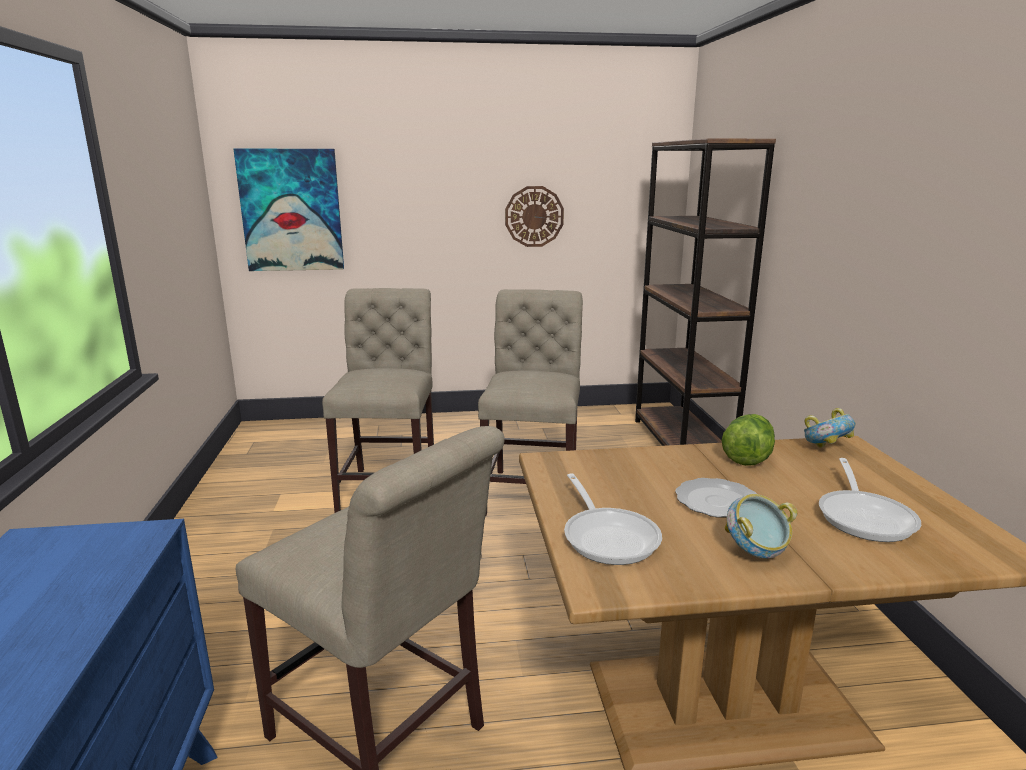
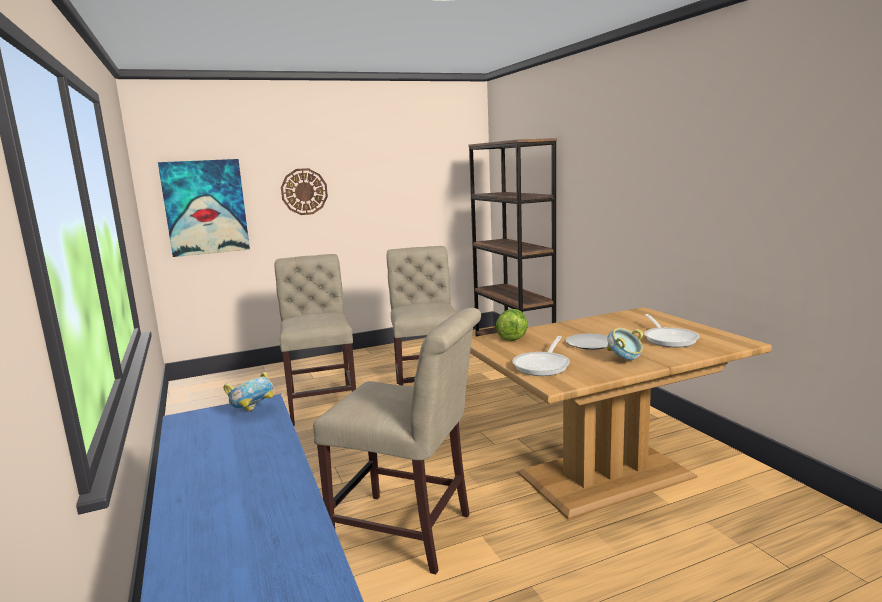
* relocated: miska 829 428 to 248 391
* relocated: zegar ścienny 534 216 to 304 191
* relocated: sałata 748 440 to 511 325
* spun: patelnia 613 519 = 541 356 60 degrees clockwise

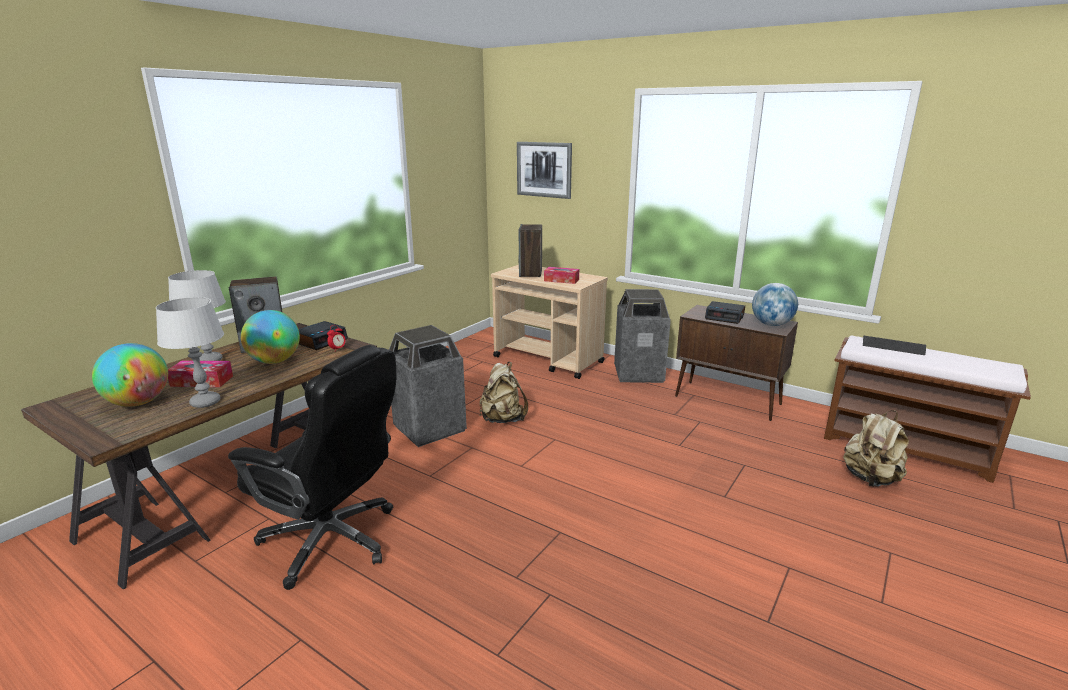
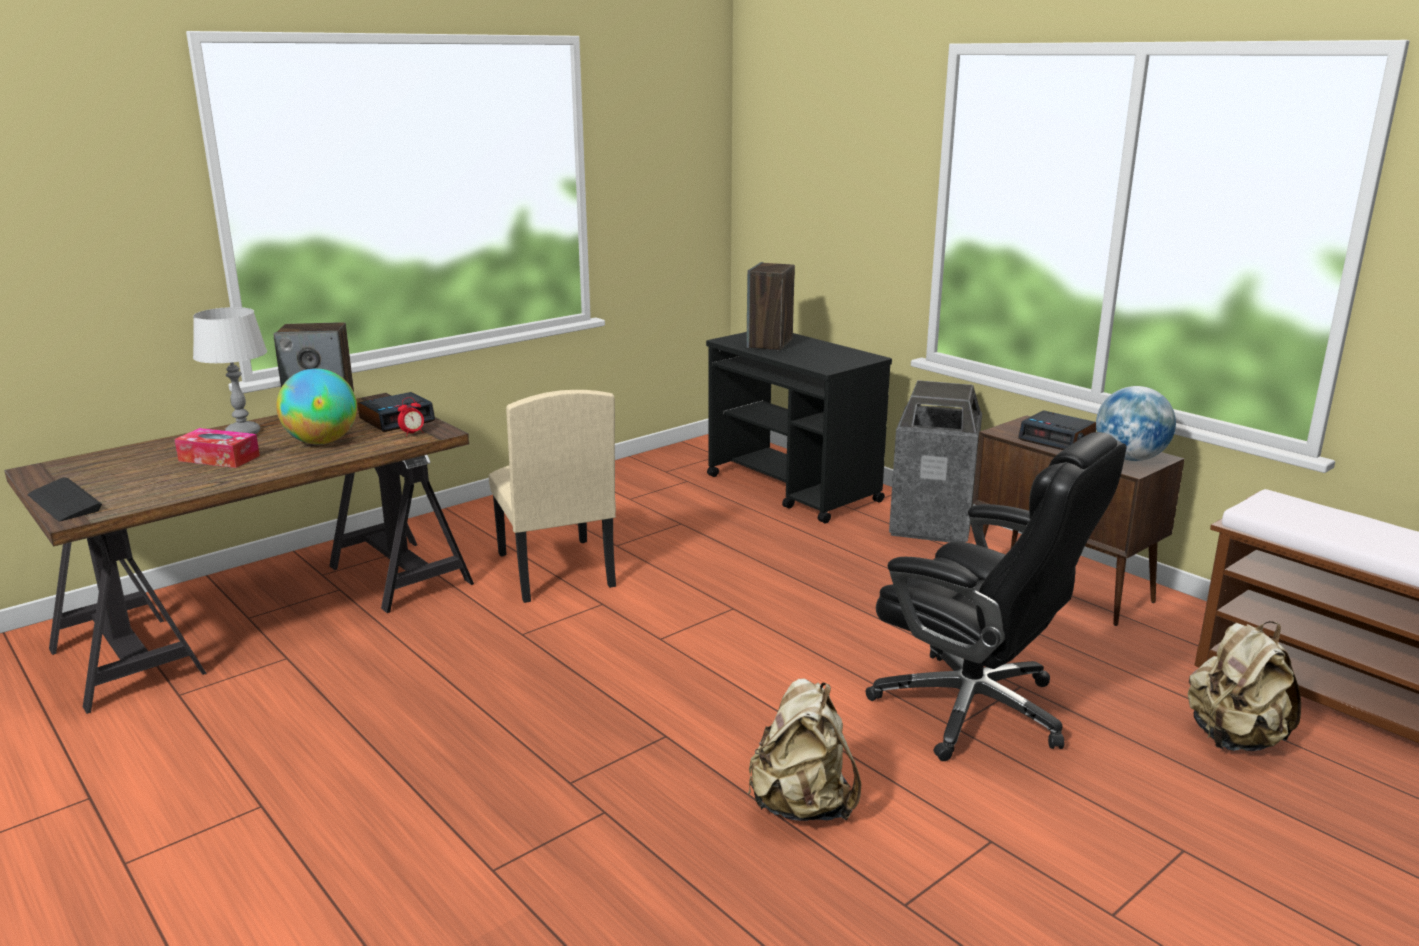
* relocated: klawiatura 894 345 to 65 499
* exchanged: kosz na śmieci 428 386 to krzesło/beżowy 552 496
* colour: wózek/beżowy 549 322 to wózek/czarny 799 428
* relocated: plecak/beżowy 504 392 to 804 749
* relocated: krzesło biurowe/czarny 312 467 to 996 596
* missing: globus 130 375
* missing: lampa stołowa/szary 190 352
* missing: obraz 544 170
* missing: pudełko chusteczek 561 275

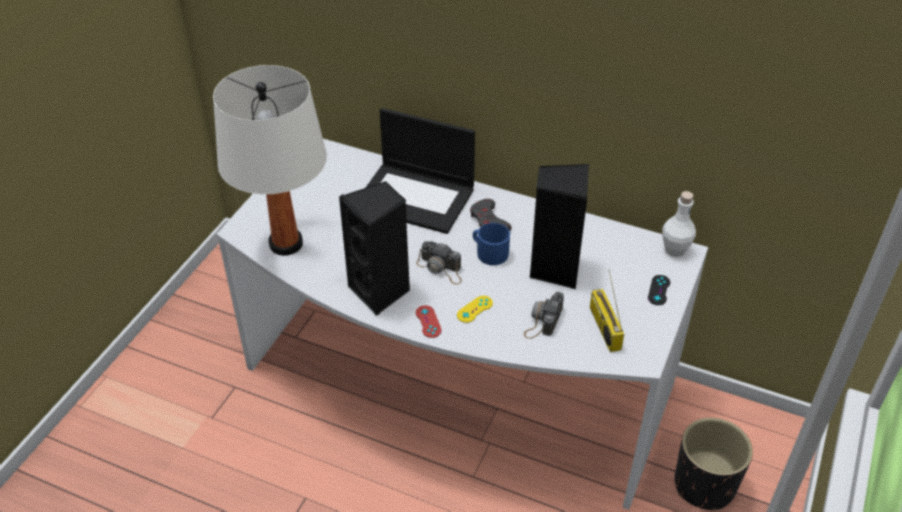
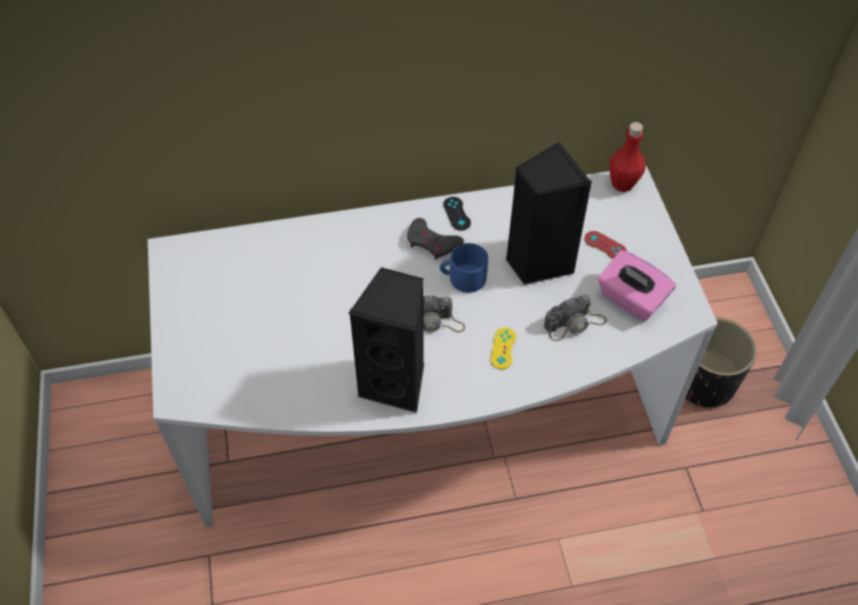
* relocated: pad do gier/czarny 659 290 to 457 214
* spun: aparat fotograficzny 544 315 = 575 318 105 degrees counterclockwise
* relocated: pad do gier/czerwony 429 321 to 605 245
* exchanged: radio 607 310 to pudełko chusteczek/różowy 637 285
* colour: butelka/biały 679 224 to butelka/czerwony 627 157
* missing: lampa stołowa/biały 270 160
* missing: laptop 420 171

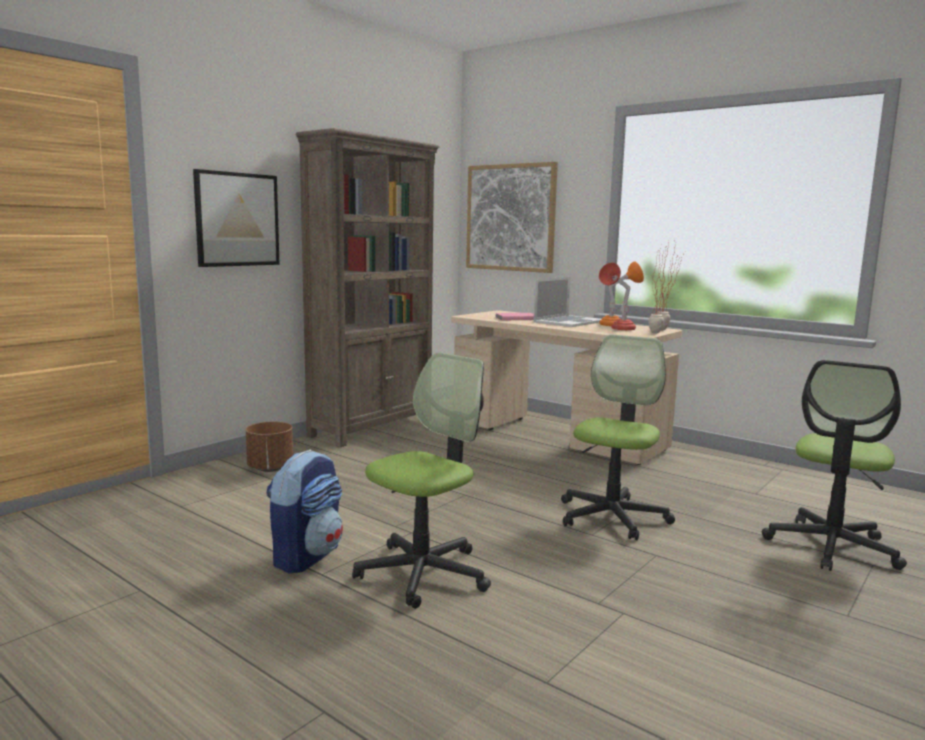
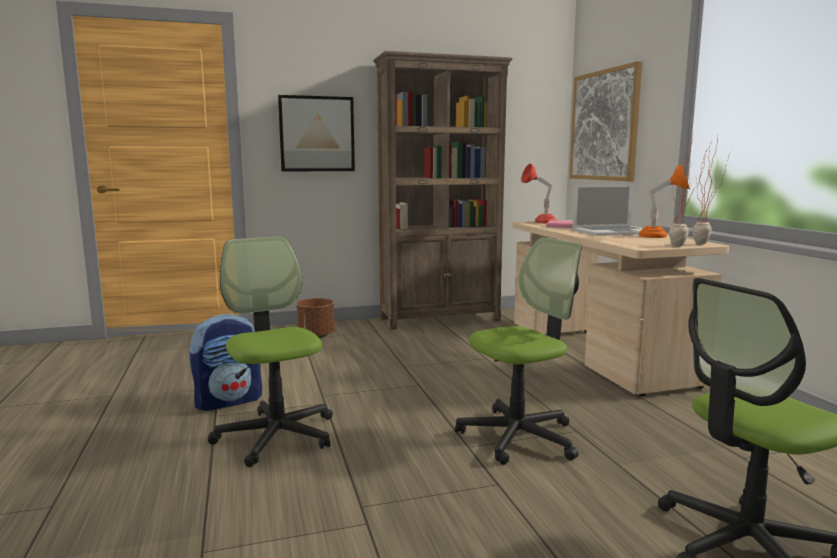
* spun: krzesło biurowe 421 480 = 270 351 105 degrees counterclockwise
* relocated: lampa stołowa/czerwony 617 296 to 539 193

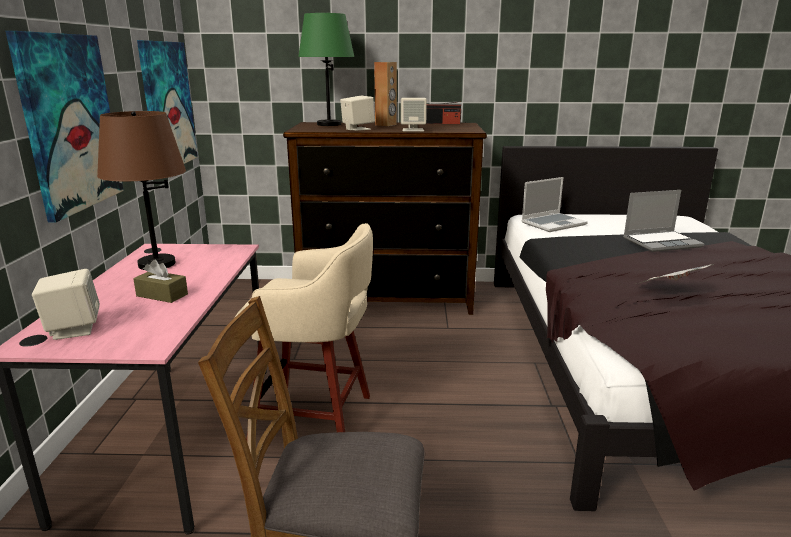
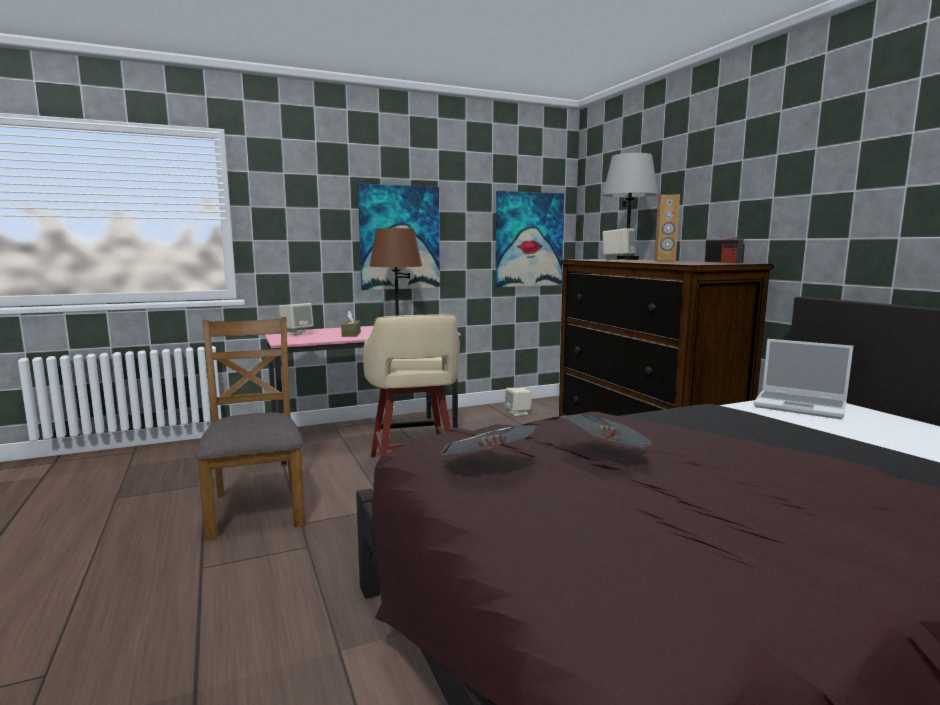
* appeared: gazeta 488 440
* relocated: głośnik/beżowy 414 114 to 518 402
* colour: lampa stołowa/zielony 326 69 to lampa stołowa/szary 630 206
* missing: laptop 664 221

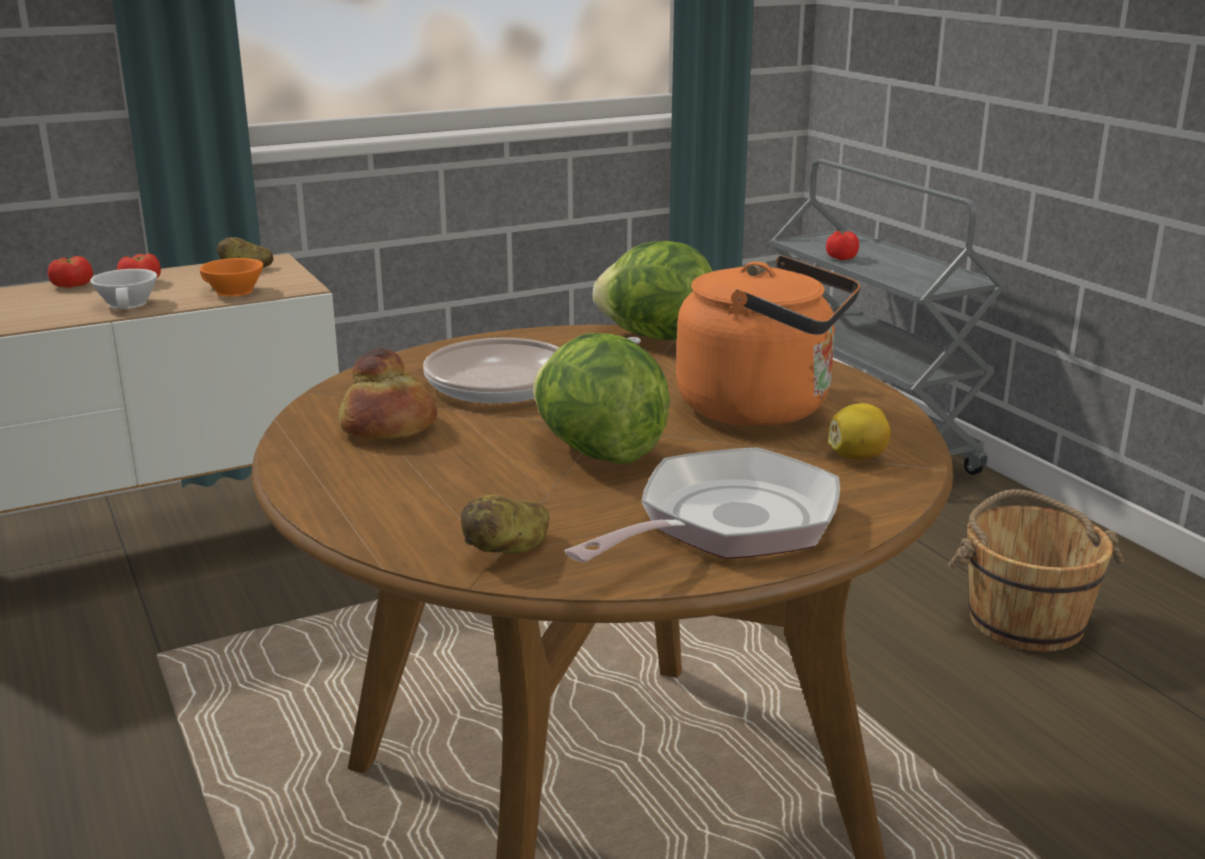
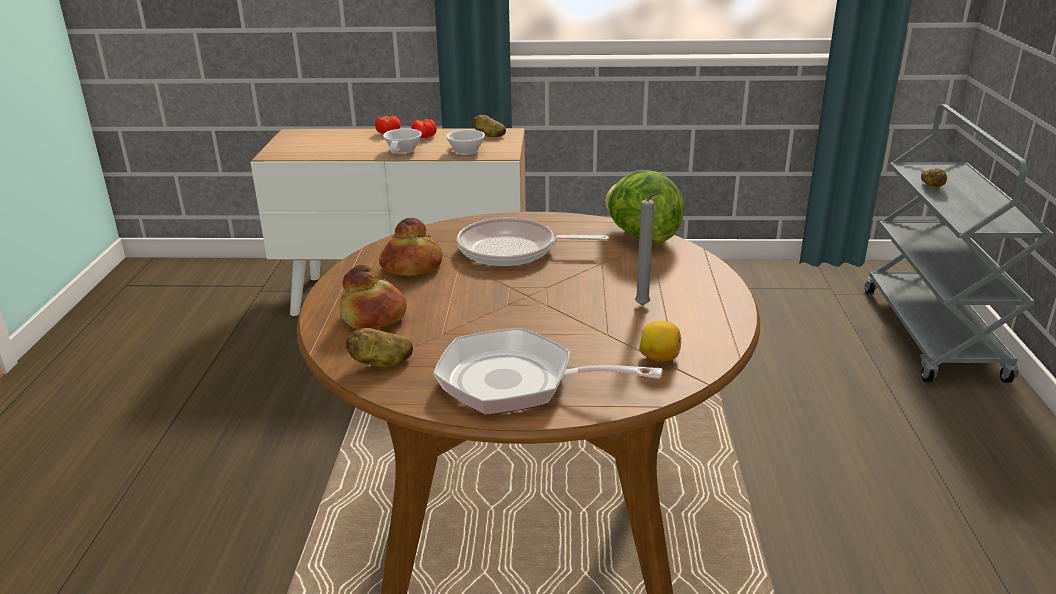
* appeared: chleb 373 297
* spun: patelnia 702 504 = 548 371 150 degrees counterclockwise
* colour: filiżanka/pomarańczowy 231 277 to filiżanka/biały 465 142
* exchanged: czajnik/pomarańczowy 768 340 to świeca/szary 647 249
* exchanged: pomidor 842 245 to ziemniak 934 178
* missing: sałata 601 398
* missing: wiadro/brązowy 1035 570

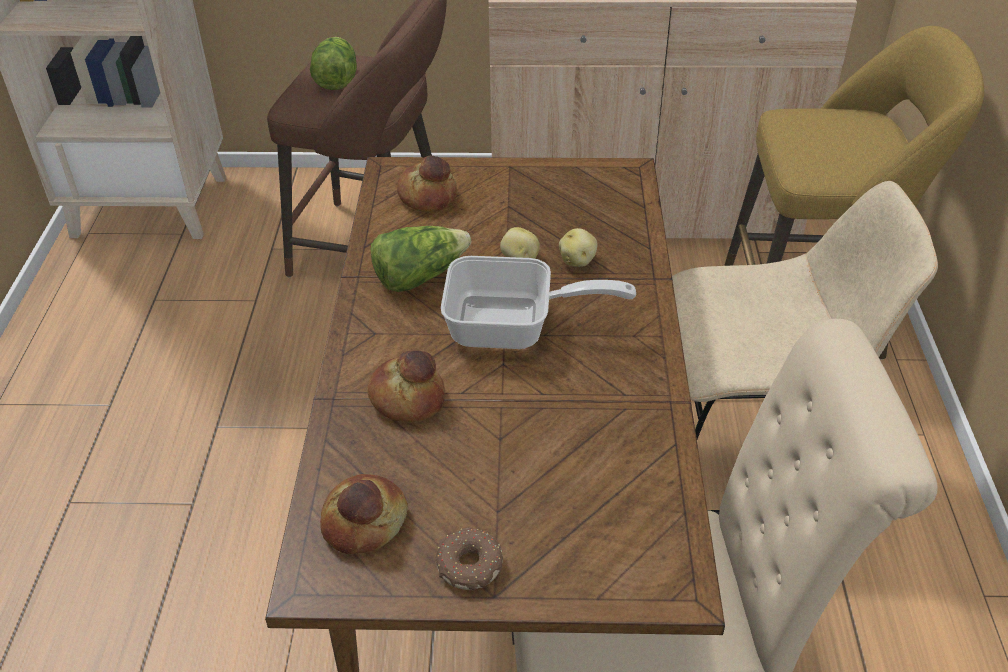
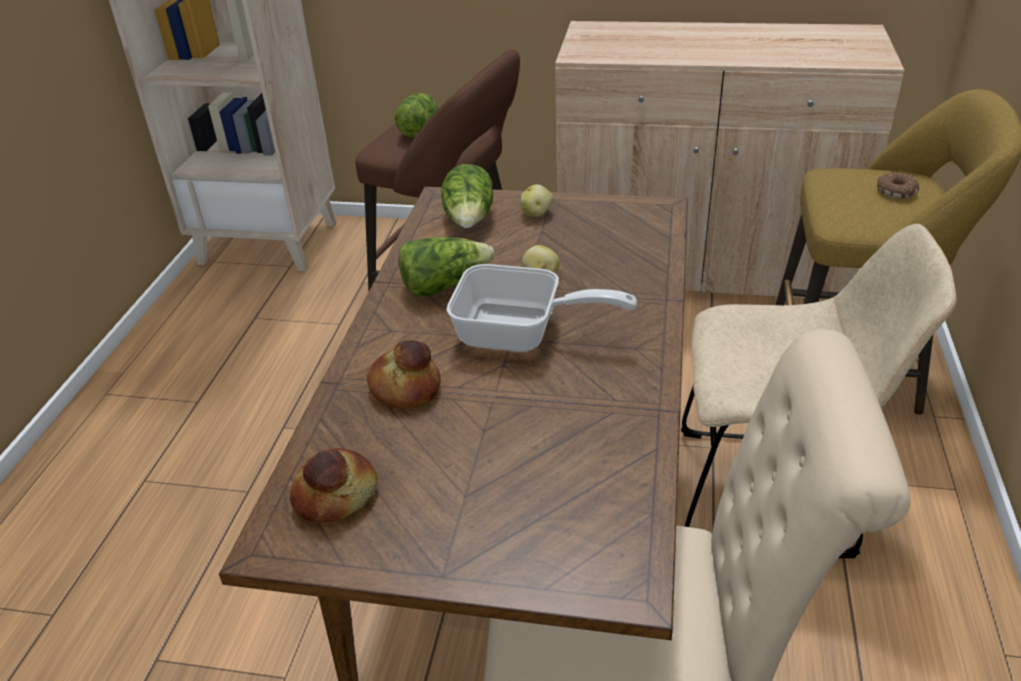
* exchanged: chleb 427 184 to sałata 467 196
* relocated: ziemniak 578 247 to 536 200
* relocated: donut 469 559 to 898 186

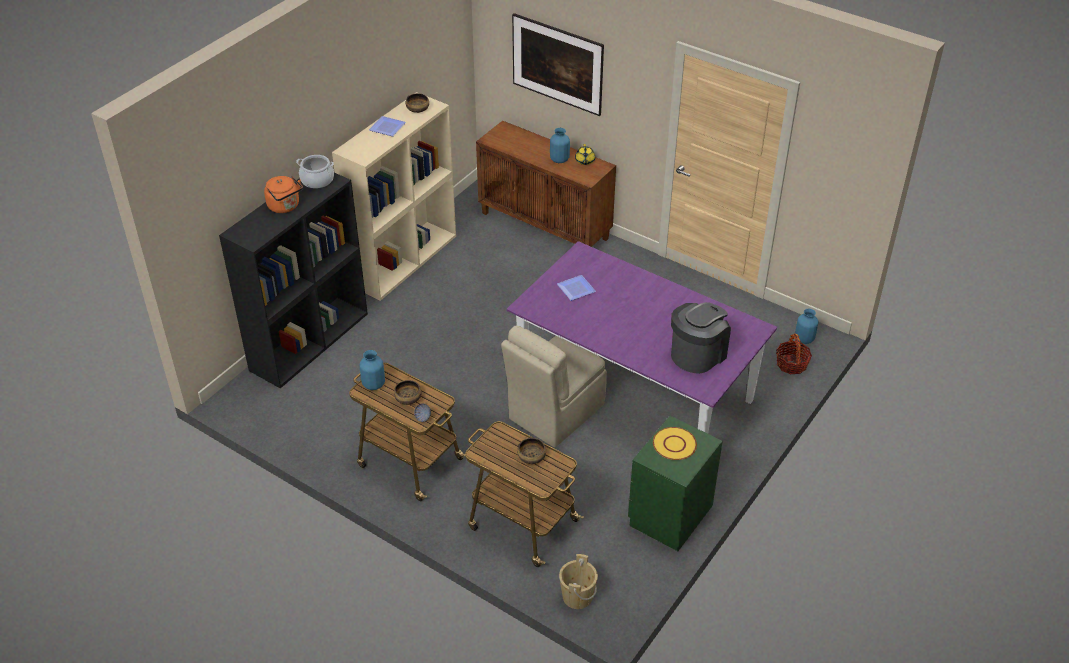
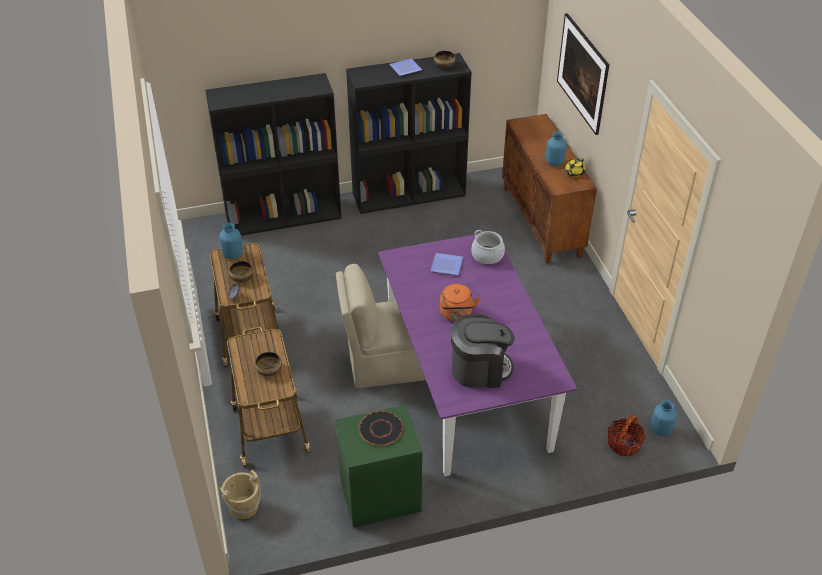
* colour: regał/beżowy 394 196 to regał/czarny 409 133
* colour: talerz/żółty 675 443 to talerz/czarny 381 428
* relocated: czajnik/pomarańczowy 283 194 to 460 302
* relocated: garnek 315 172 to 488 247

